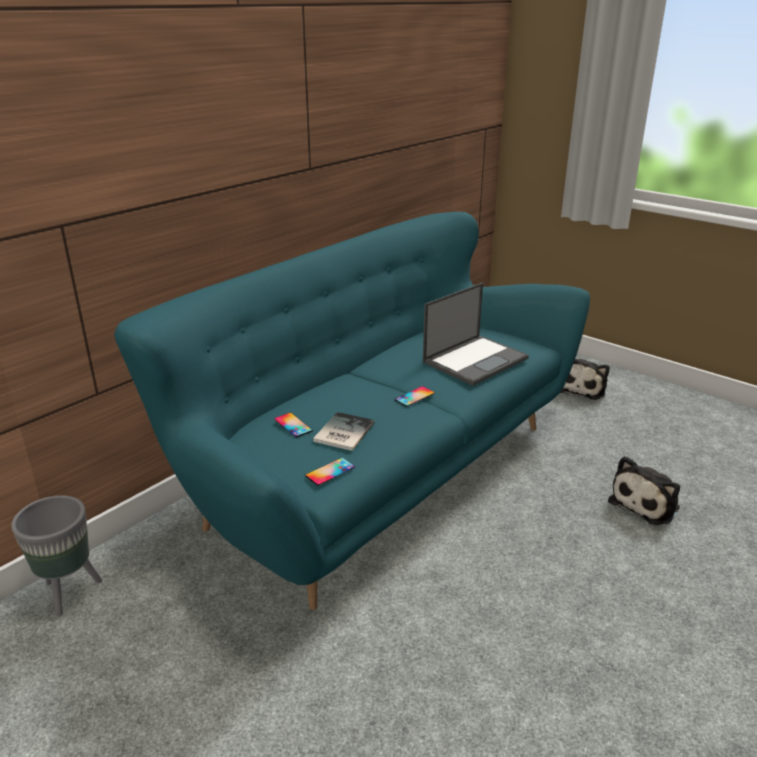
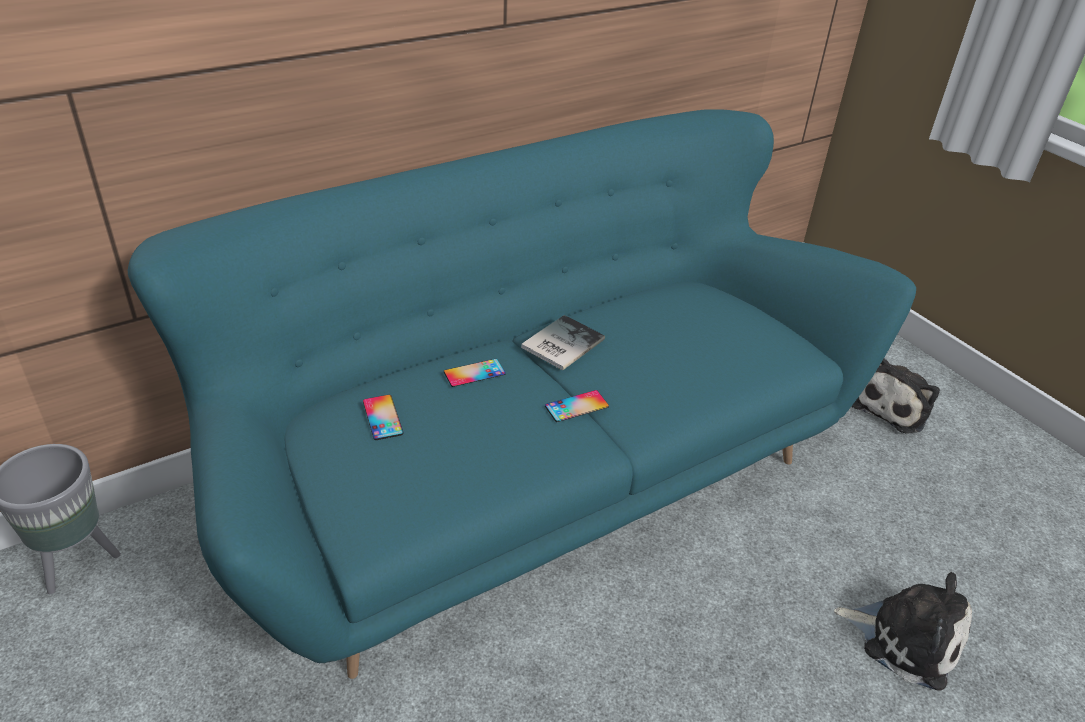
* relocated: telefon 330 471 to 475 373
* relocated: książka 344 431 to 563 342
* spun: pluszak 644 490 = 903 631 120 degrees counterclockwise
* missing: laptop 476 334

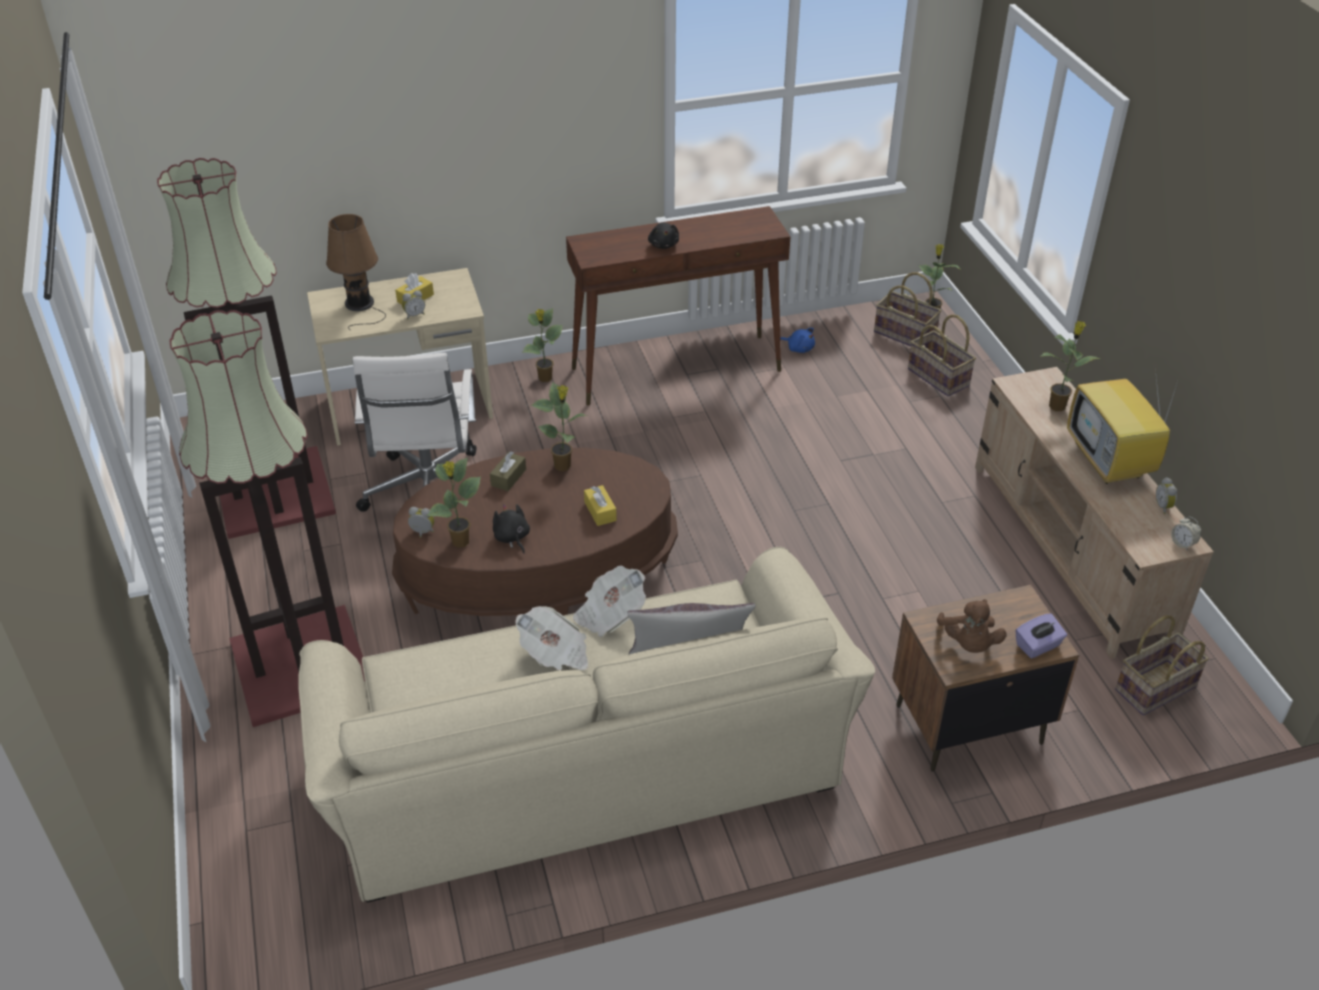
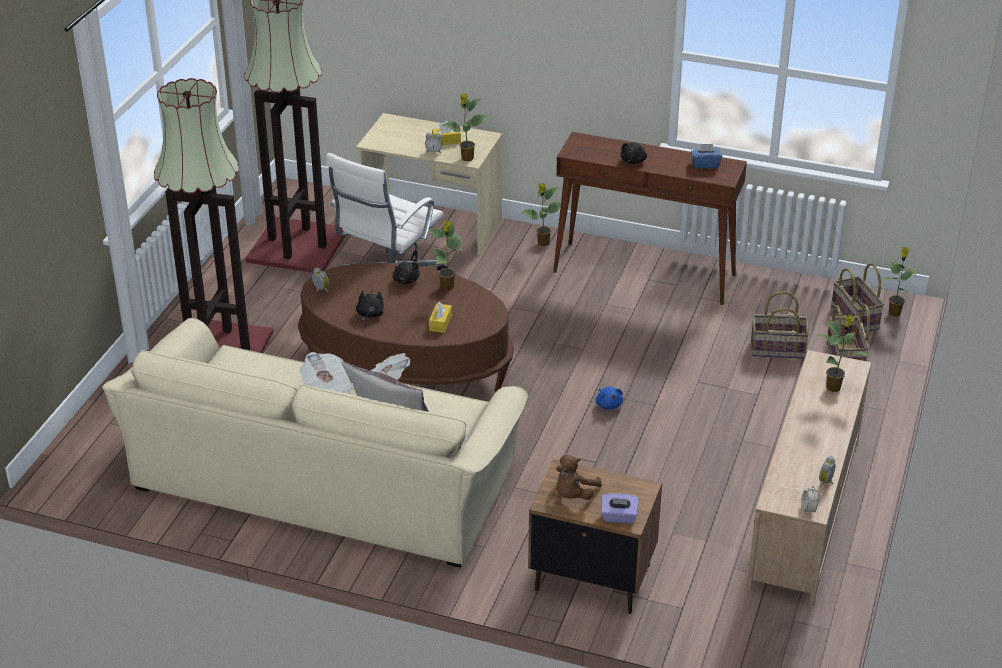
* exchanged: pudełko chusteczek/brązowy 508 471 to pluszak/czarny 406 273
* relocated: roślina doniczkowa 454 502 to 465 127
* relocated: pluszak/niebieski 797 340 to 609 398
* appeared: pudełko chusteczek/niebieski 706 156
* relocated: koszyk 1162 665 to 780 325
* missing: lampa stołowa/brązowy 356 272
* missing: telewizor 1122 426

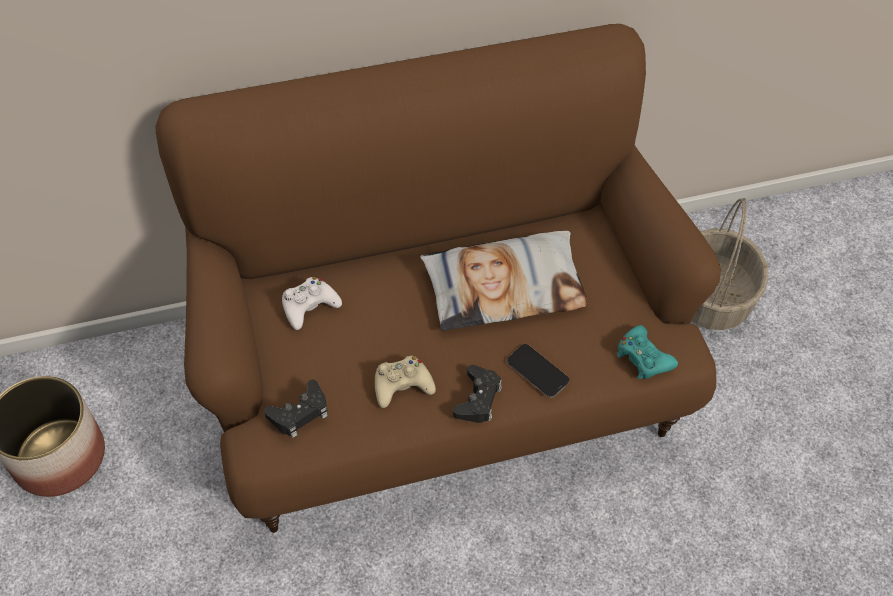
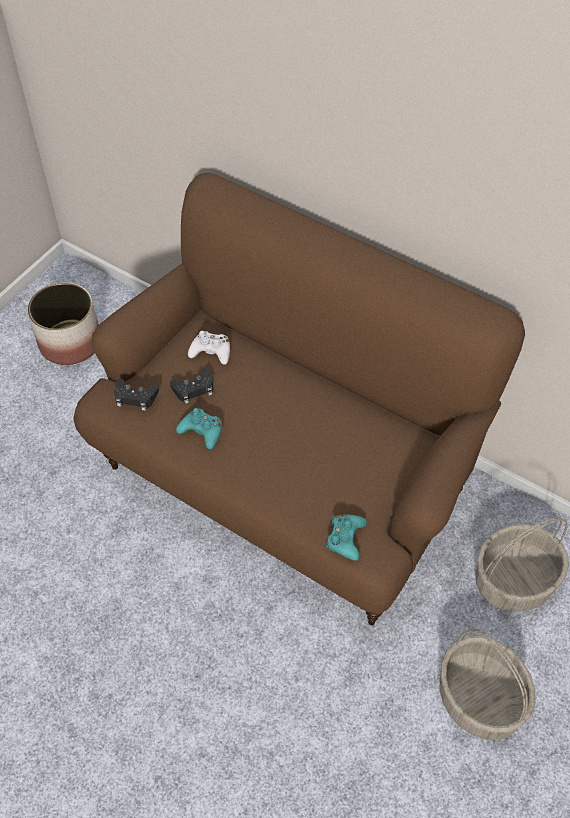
* relocated: pad do gier/czarny 477 394 to 191 386
* colour: pad do gier/beżowy 405 382 to pad do gier/turkusowy 199 428
* appeared: koszyk 487 684
* missing: poduszka 504 281
* missing: telefon 538 371

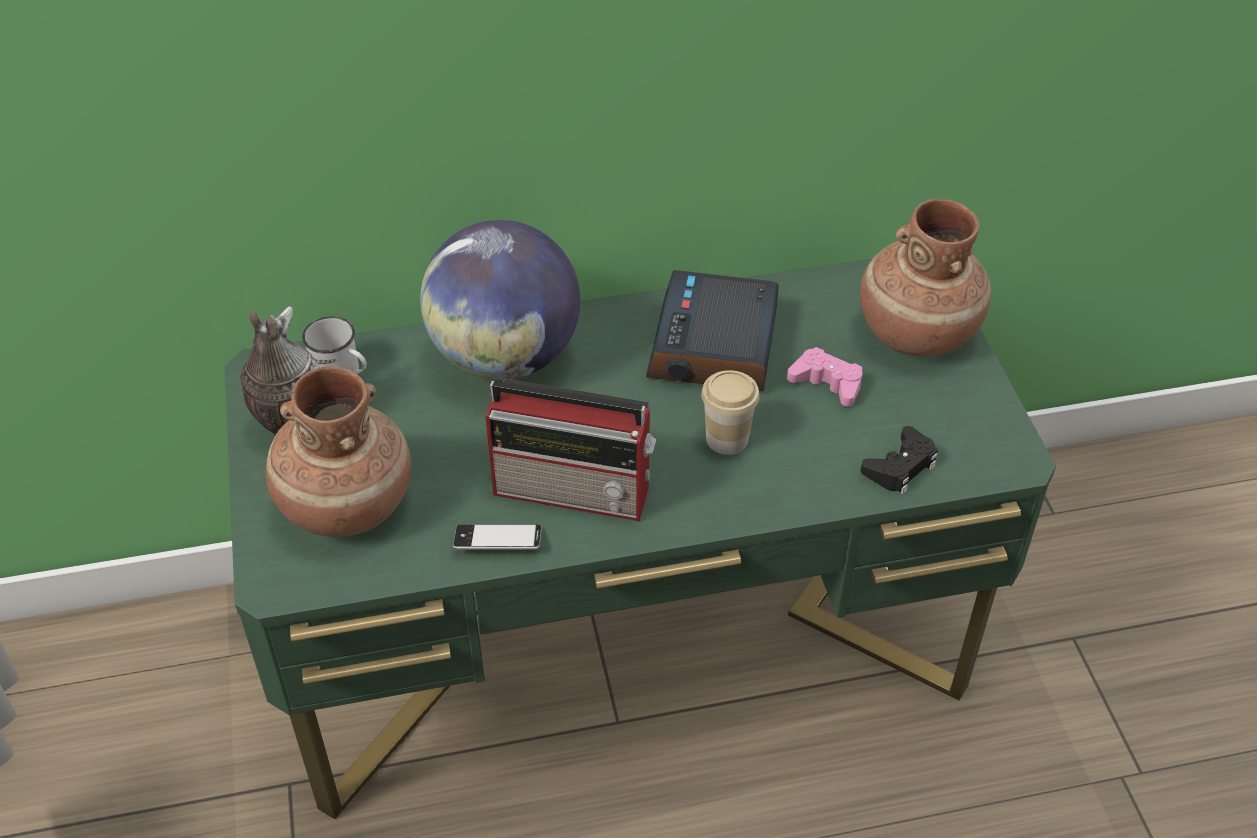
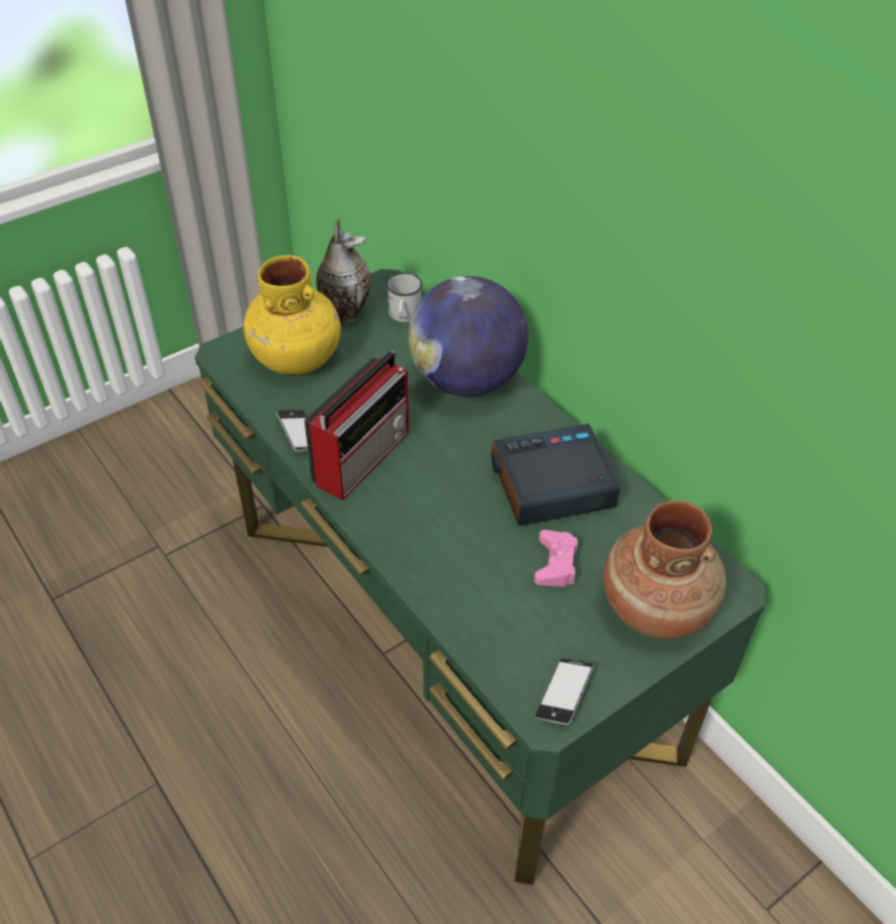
* colour: wazon/brązowy 338 451 to wazon/żółty 292 315
* spun: radio 571 450 = 356 425 135 degrees counterclockwise
* appeared: telefon 564 691
* missing: filiżanka 730 412
* missing: pad do gier/czarny 899 460

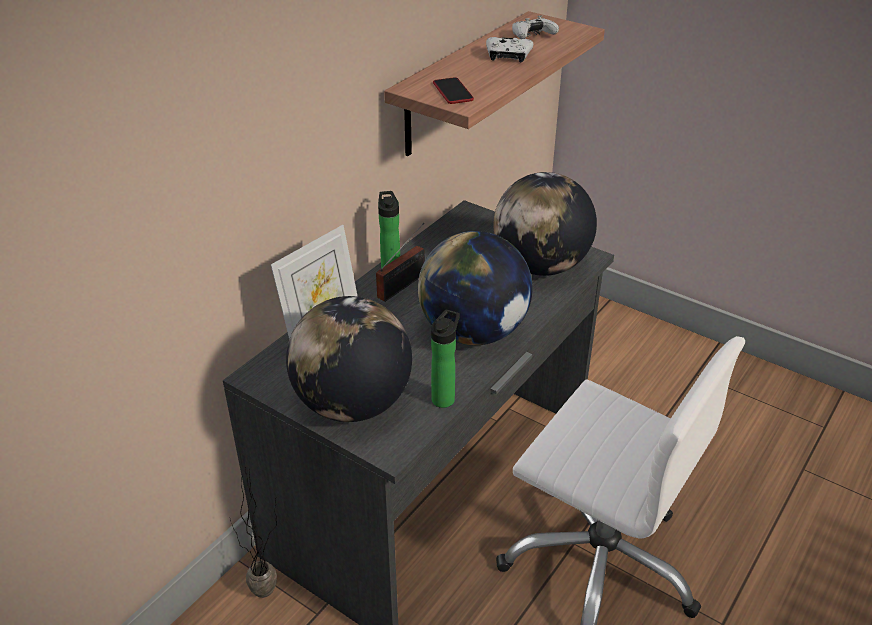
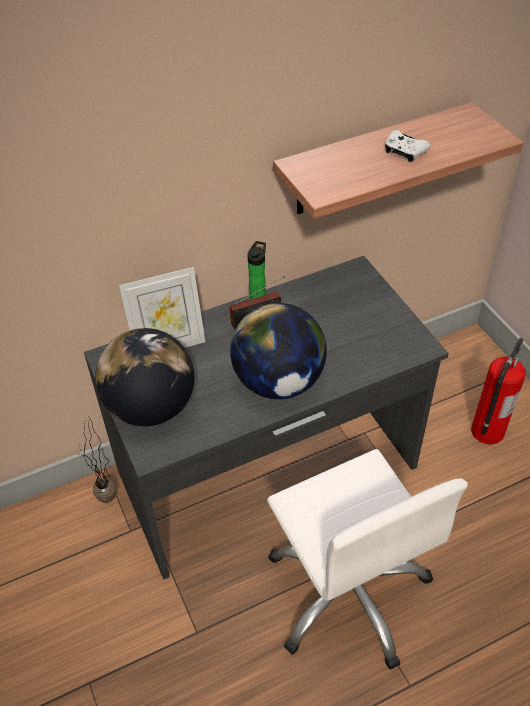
* appeared: gaśnica 498 391
* missing: butelka 445 359
* missing: telefon 453 90
* missing: globus 545 224
* missing: pad do gier/biały 535 27

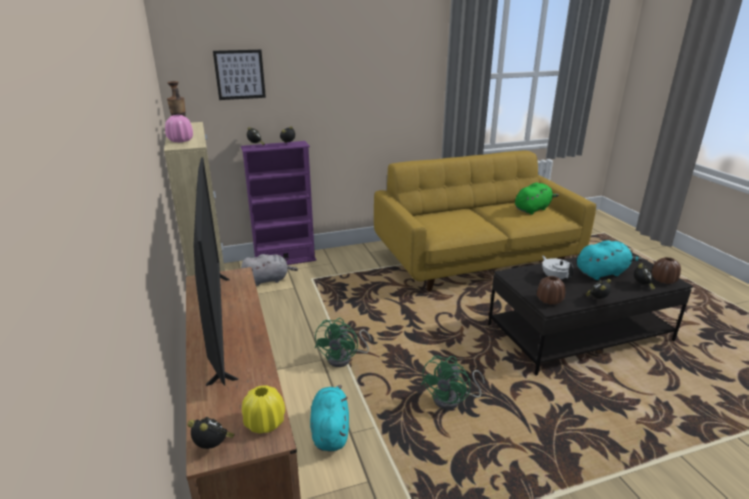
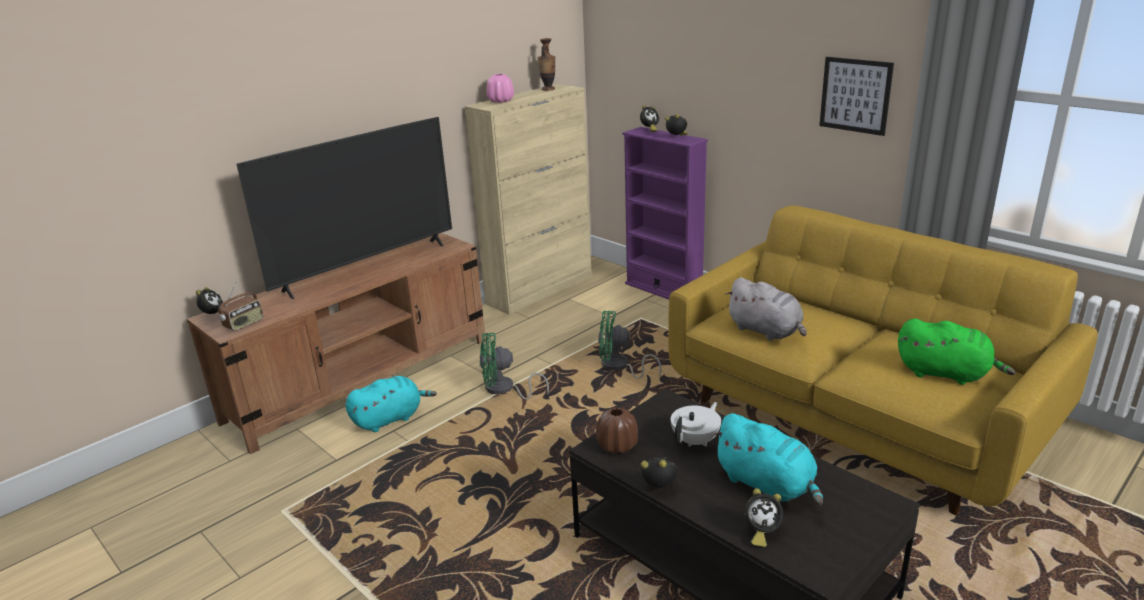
* exchanged: wazon/żółty 263 409 to radio 240 306
* relocated: wentylator/zielony 453 383 to 629 345
* relocated: pluszak/szary 269 270 to 766 309
* relocated: obraz 239 75 to 856 96
* missing: wazon/brązowy 666 270

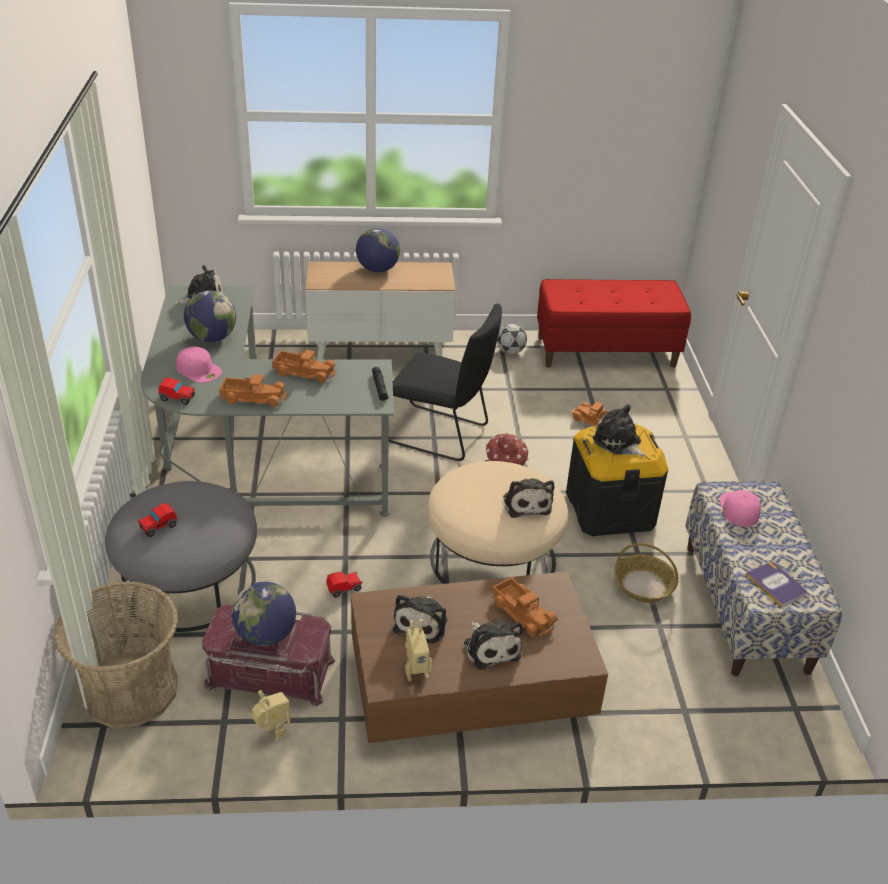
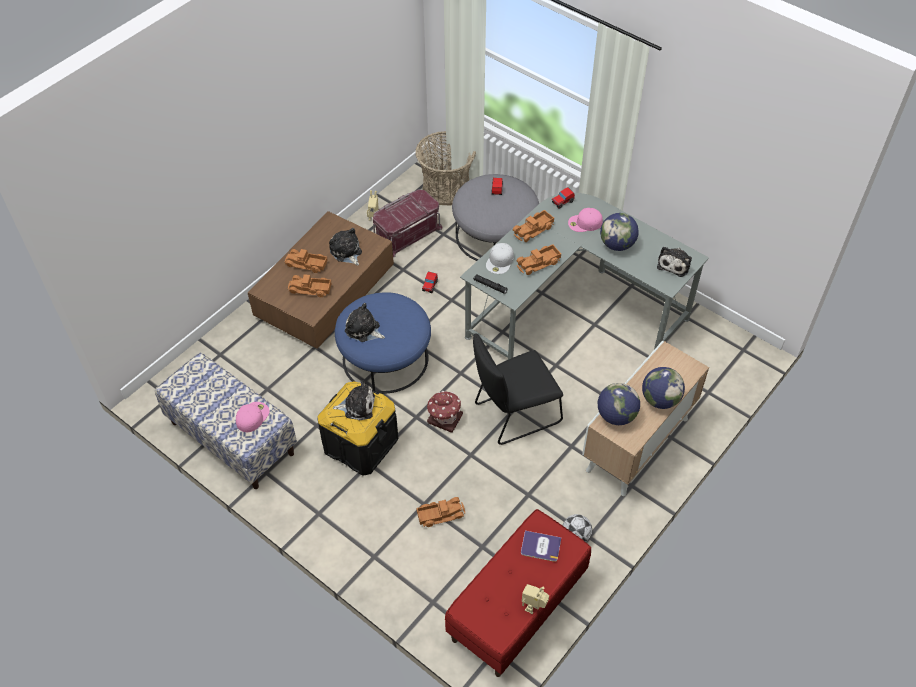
* spun: czapka z daszkiem/różowy 740 508 = 253 417 105 degrees counterclockwise
* exchanged: pluszak 493 645 to ciężarówka zabawkowa 306 261
* colour: pufa/beżowy 497 522 to pufa/niebieski 383 343
* appeared: czapka z daszkiem/biały 500 258
* relocated: książka 776 584 to 541 546
* relocated: robot zabawkowy 418 650 to 535 599
* relocated: globus 264 614 to 619 404
* missing: koszyk 646 573

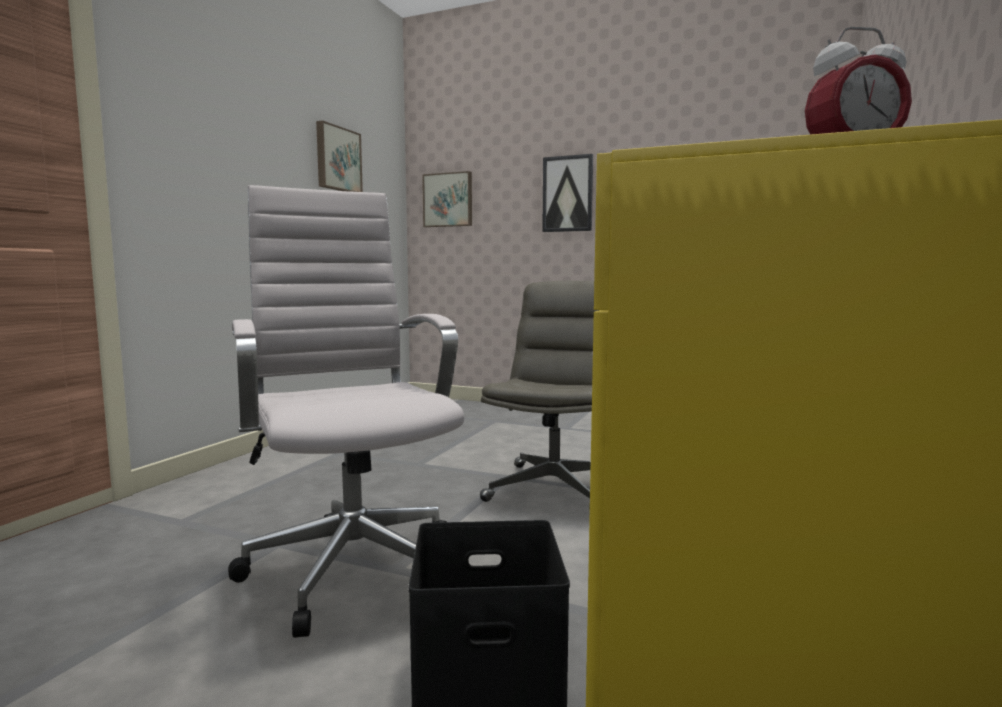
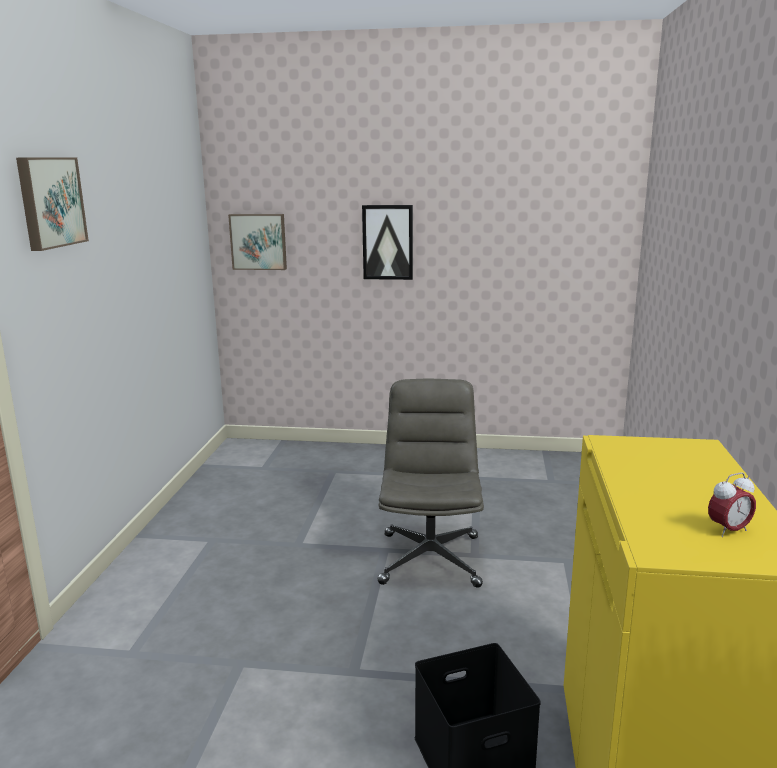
* relocated: obraz 339 156 to 52 204
* missing: krzesło biurowe/biały 346 411

